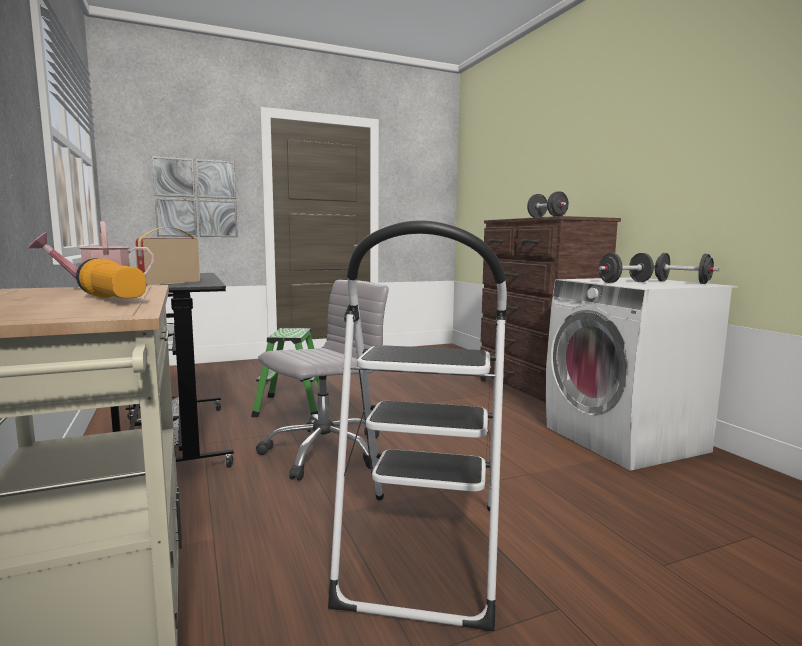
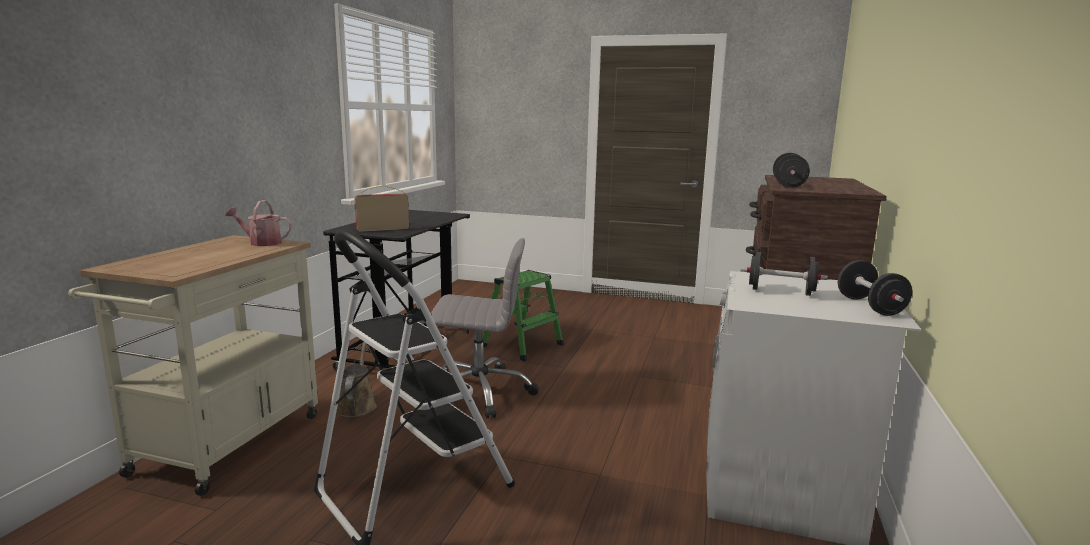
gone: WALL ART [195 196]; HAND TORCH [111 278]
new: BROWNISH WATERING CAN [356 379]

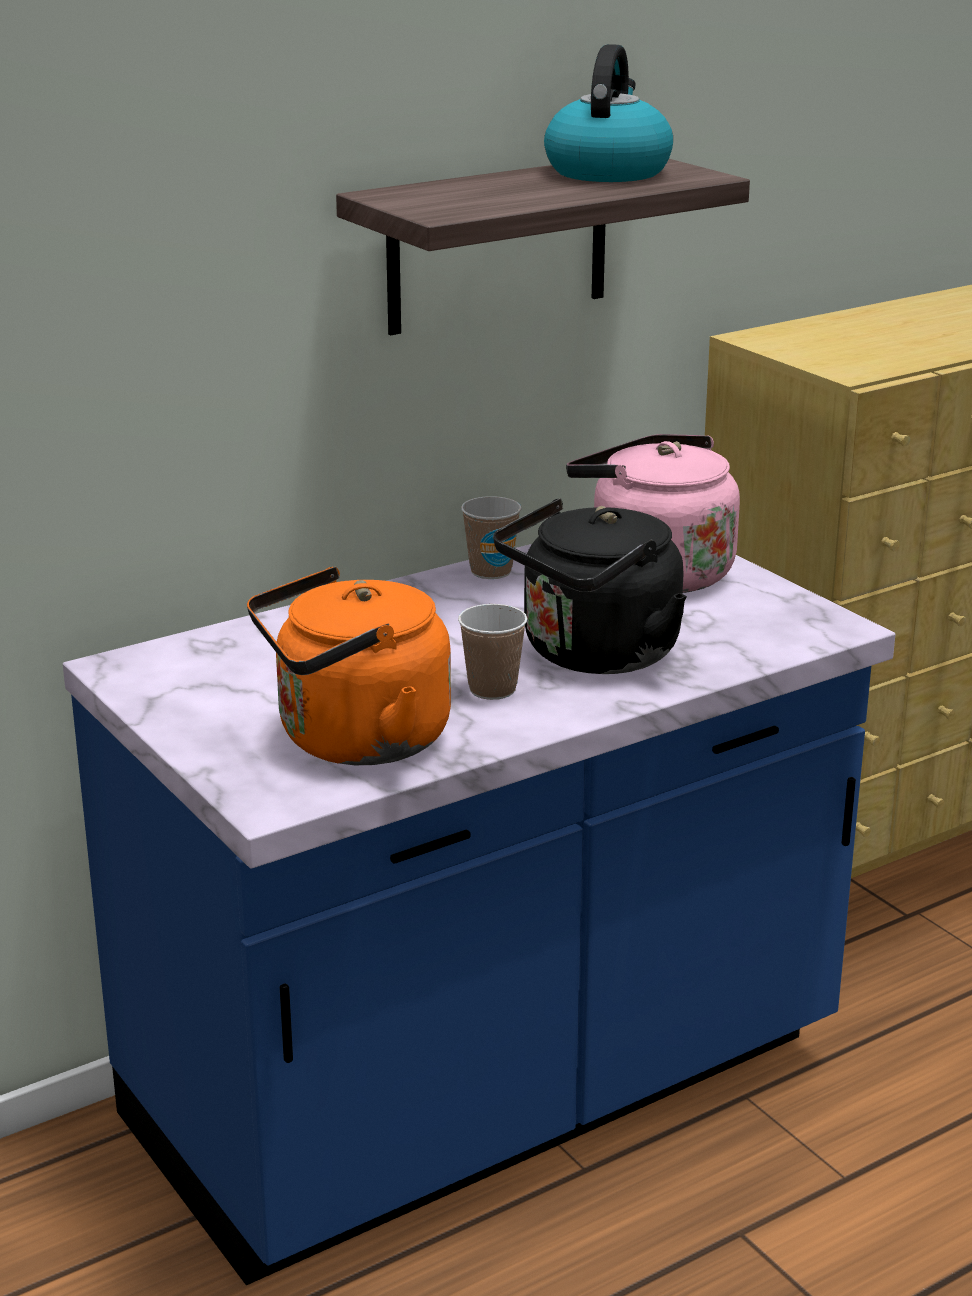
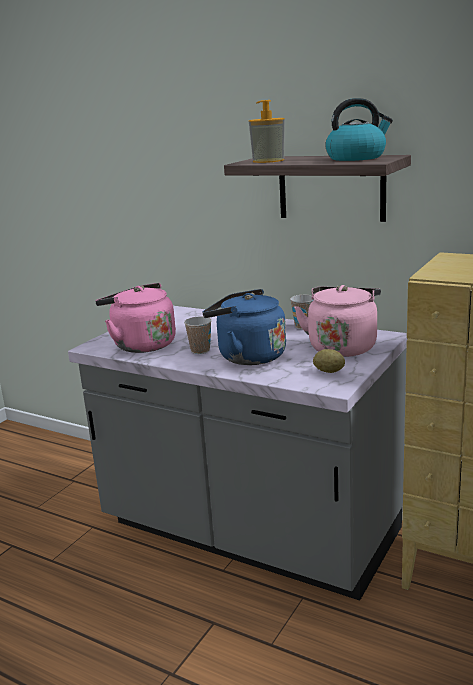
new: LIQUID SOAP BOTTLE [267 131]; WHOLE POTATO [329 361]
repainted: BLACK KETTLE [590 586] to BLUE-COLOURED KETTLE [244 327]; BLUE-COLOURED COUNTER [479 914] to GREYISH COUNTER [238 453]; ORANGE-COLOURED KETTLE [349 666] to PINKISH KETTLE [135 318]

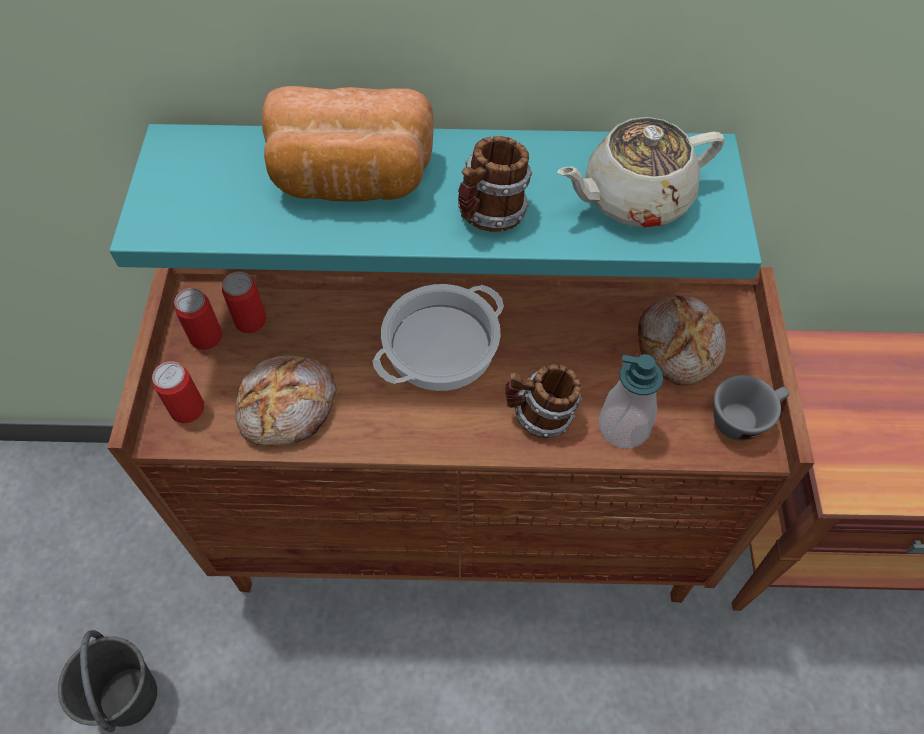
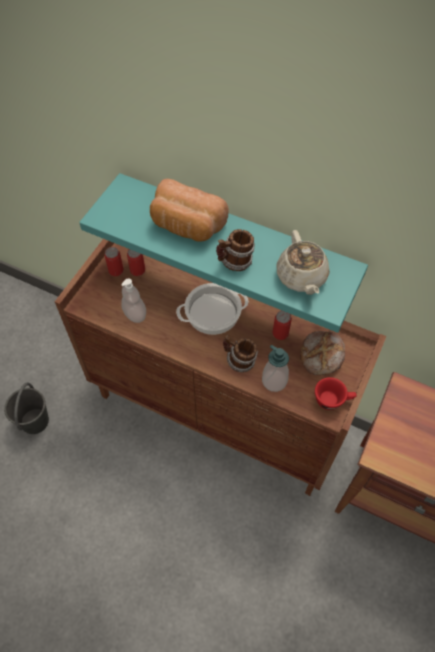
shifted: CAN [178 392] to [282 325]
swapped: BAKED BREAD [286 400] to LIQUID SOAP BOTTLE [133 300]
repainted: GREYISH SMALL CUP [751 408] to REDDISH SMALL CUP [336 393]
rotated: BEIGE-COLOURED TEA POT [640 172] = [302 262] 105 degrees counterclockwise

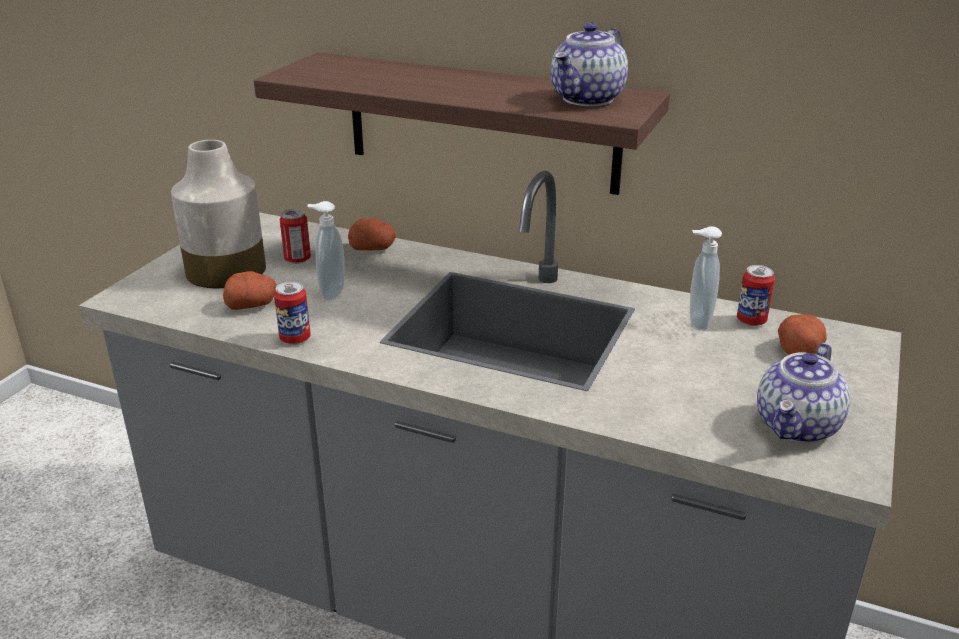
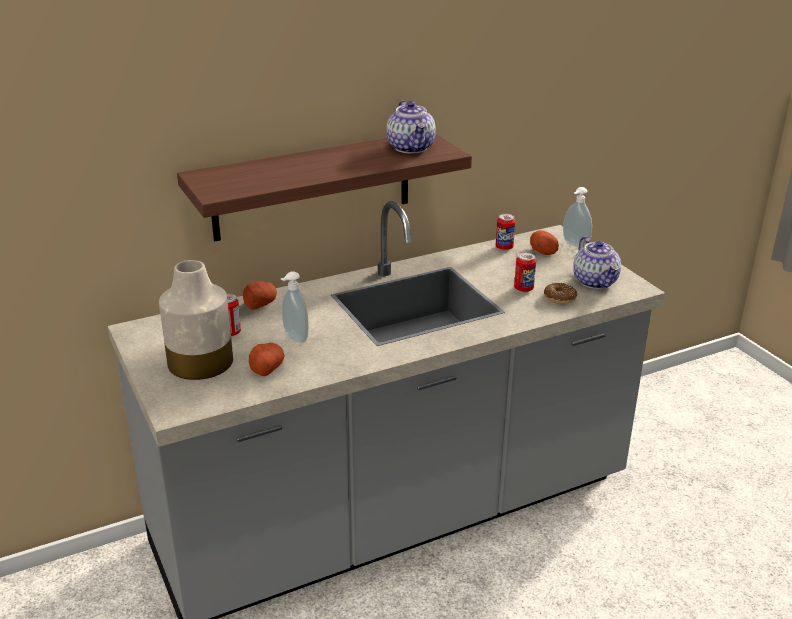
new: DOUGHNUT [560 293]
shifted: LIQUID SOAP BOTTLE [706 278] to [577 217]; CAN [292 313] to [525 272]

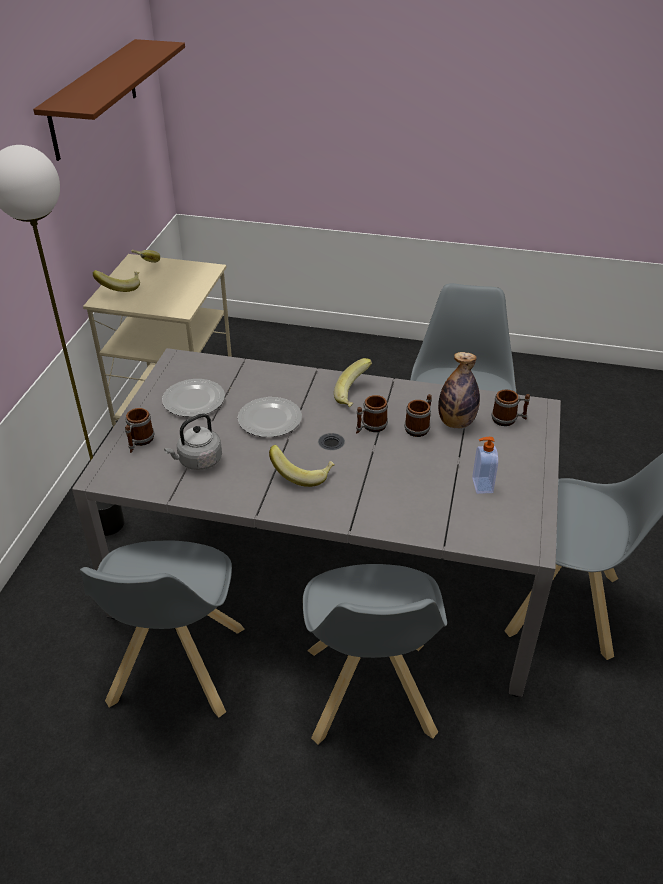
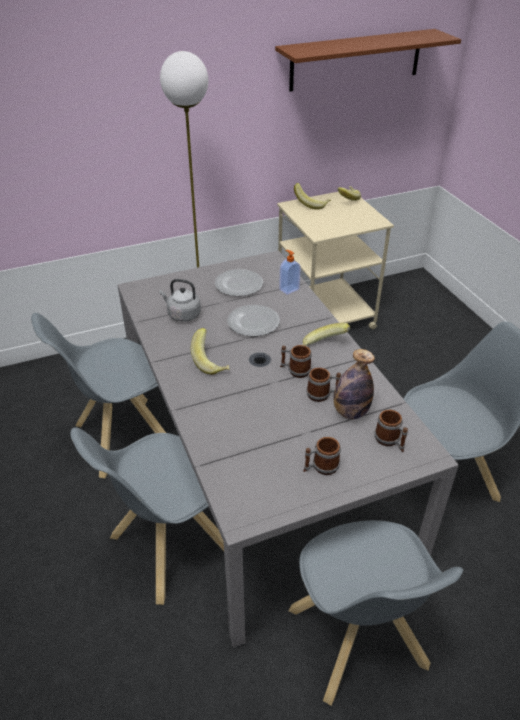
shifted: MUG [140 430] to [322 456]; LIQUID SOAP BOTTLE [485 465] to [290 272]

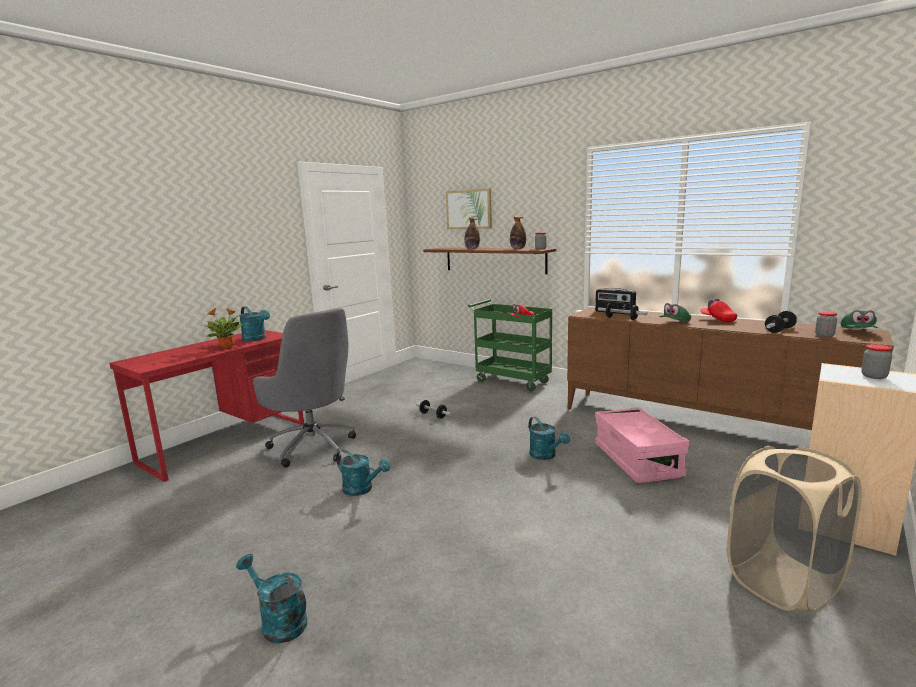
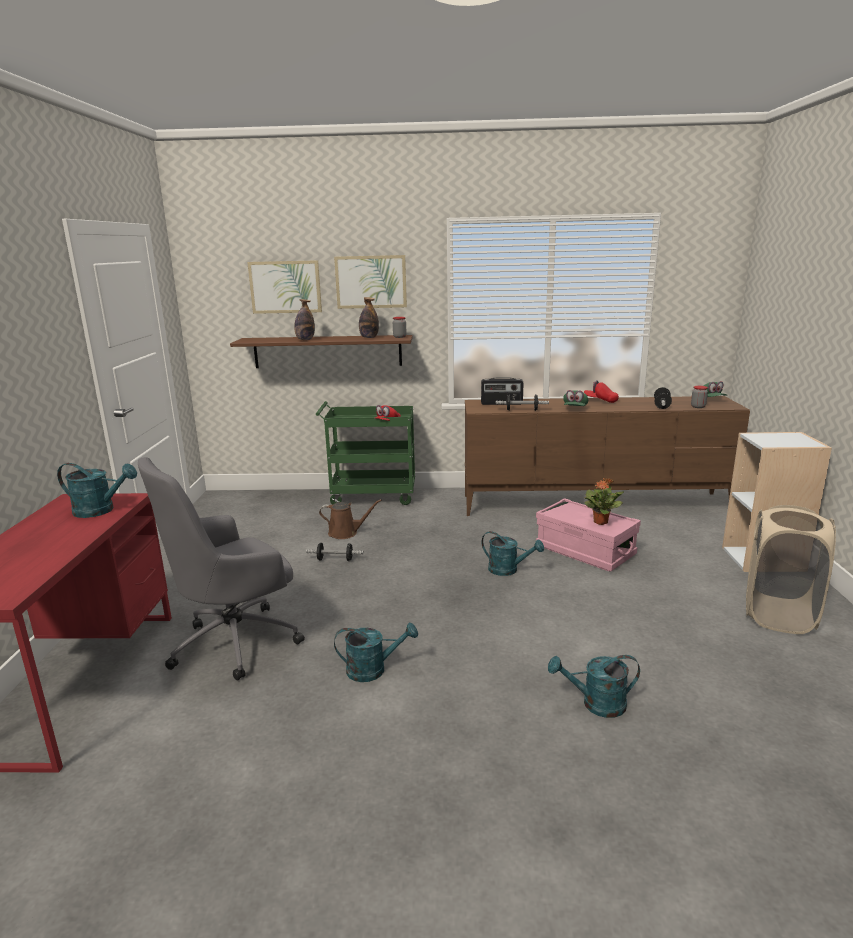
gone: JAR [876 361]
new: WALL ART [370 282]; BROWNISH WATERING CAN [350 519]
shifted: PLANT IN A POT [224 328] to [604 501]; TURQUOISE-COLOURED WATERING CAN [272 598] to [594 686]
rotated: GREYISH OFFICE CHAIR [304 387] = [221 568] 135 degrees clockwise

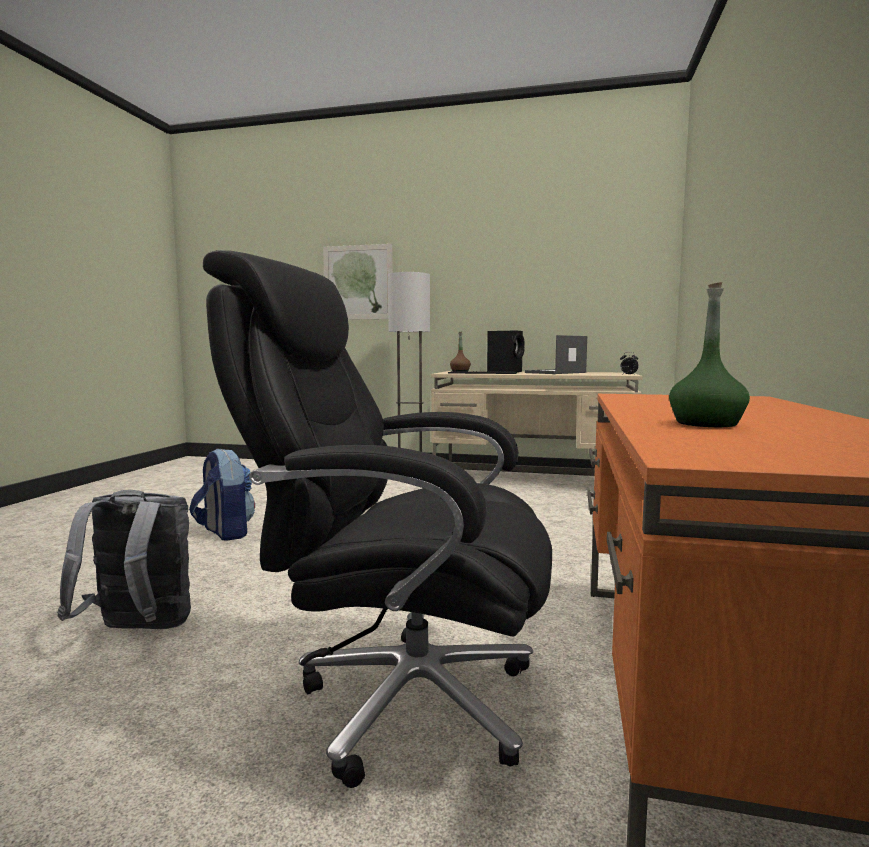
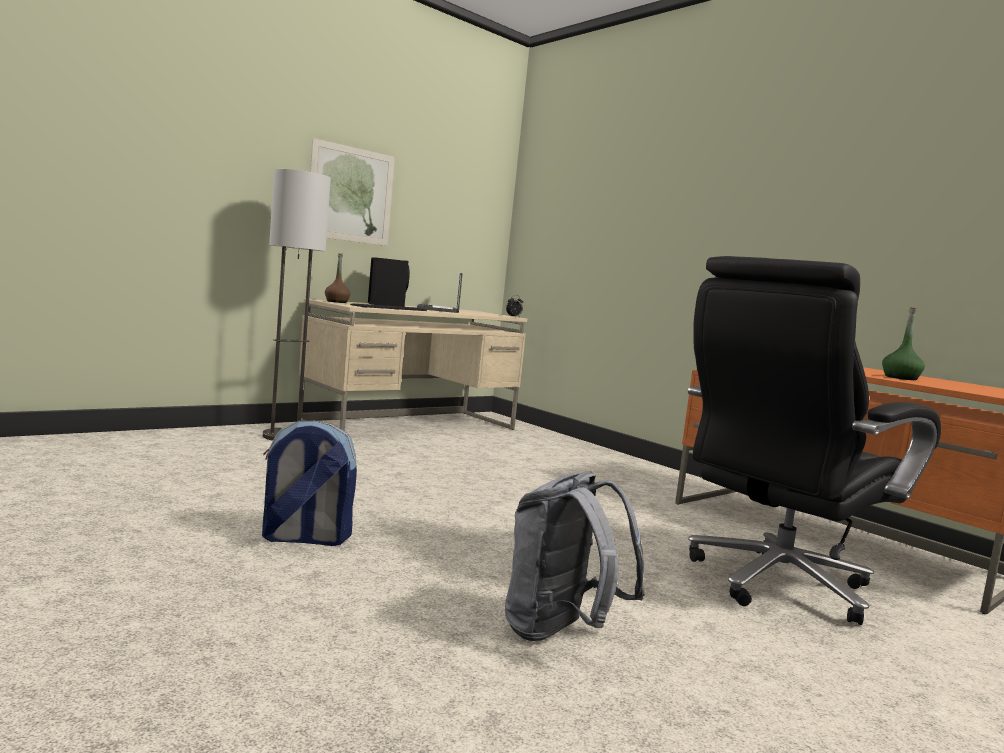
shifted: WALL ART [358 282] to [352 192]

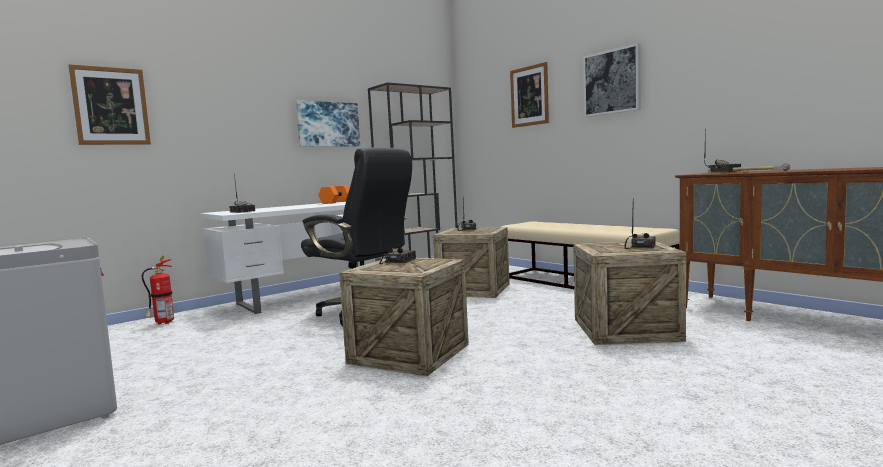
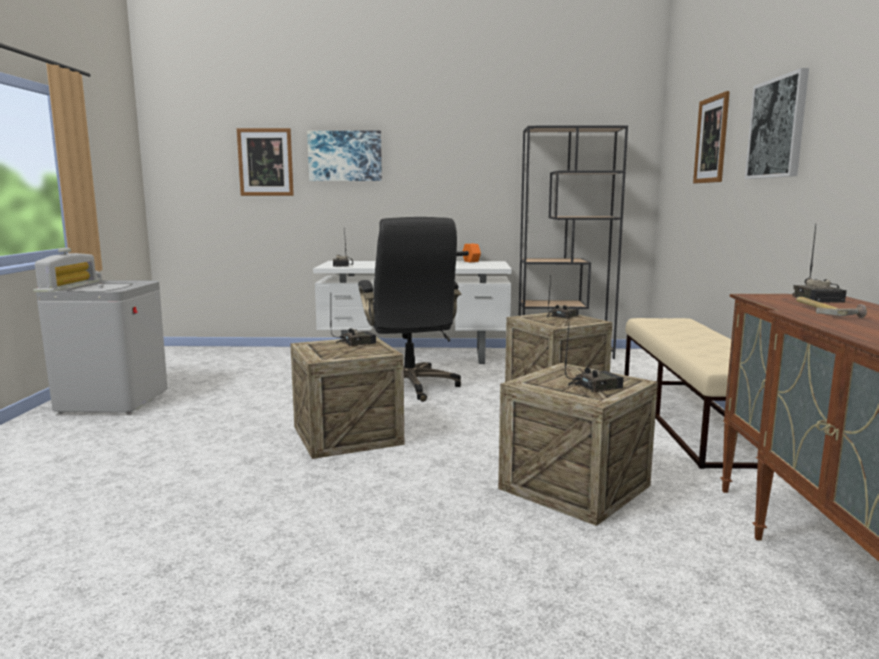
gone: FIRE-FIGHTING CYLINDER [158 290]
shifted: WALL ART [328 123] to [344 156]

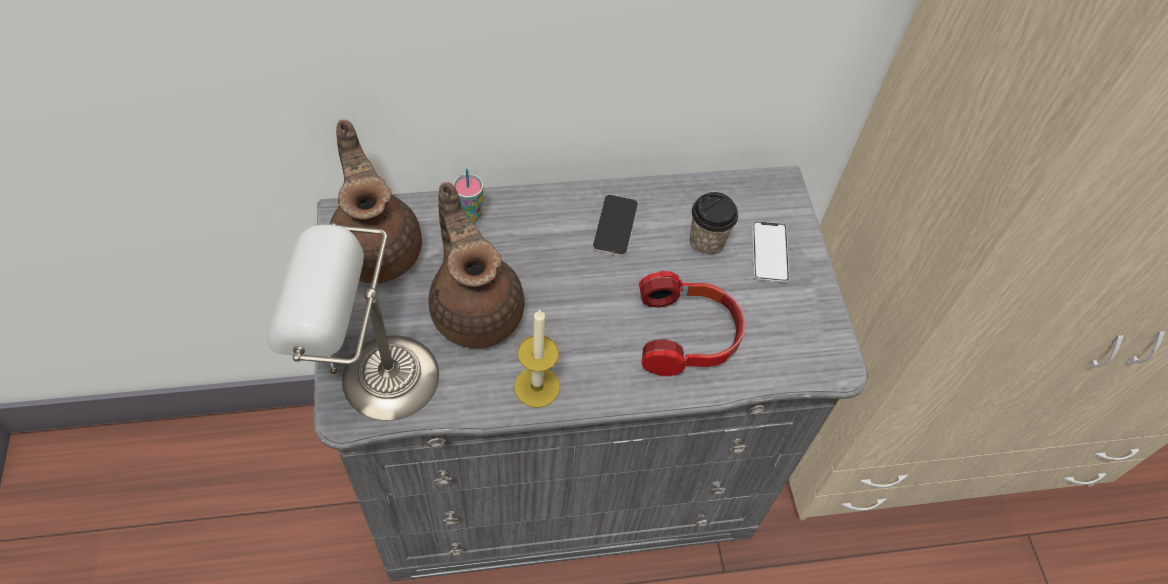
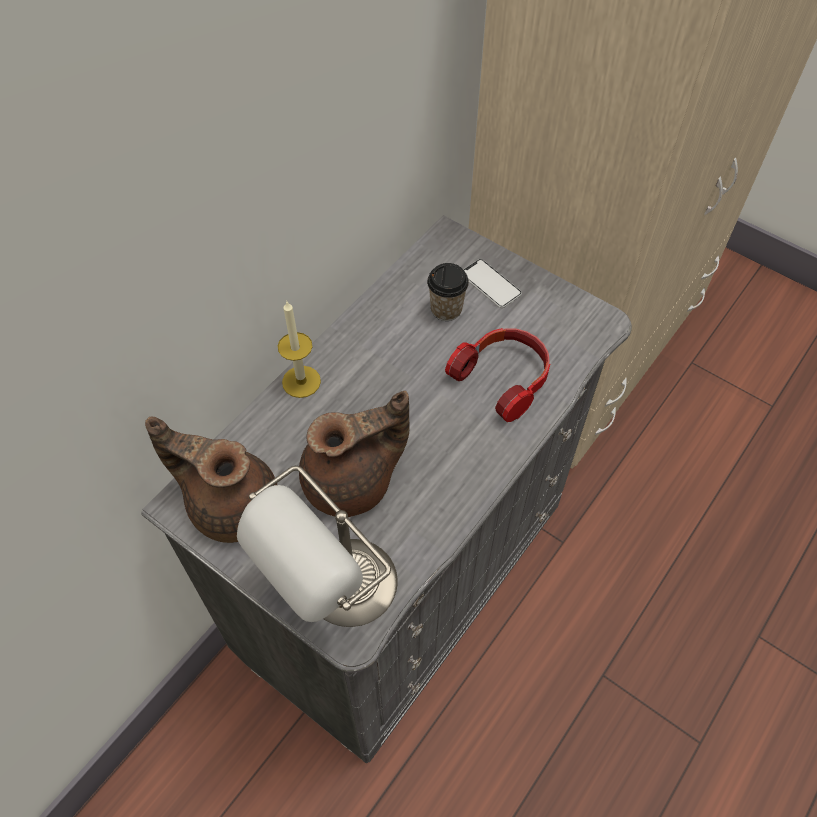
gone: SMALL CUP [468 195]; PHONE [615 225]
shifted: CANDLE [537 358] to [299 349]
rotated: BROWNISH TEA POT [476 265] = [354 454] 135 degrees clockwise

